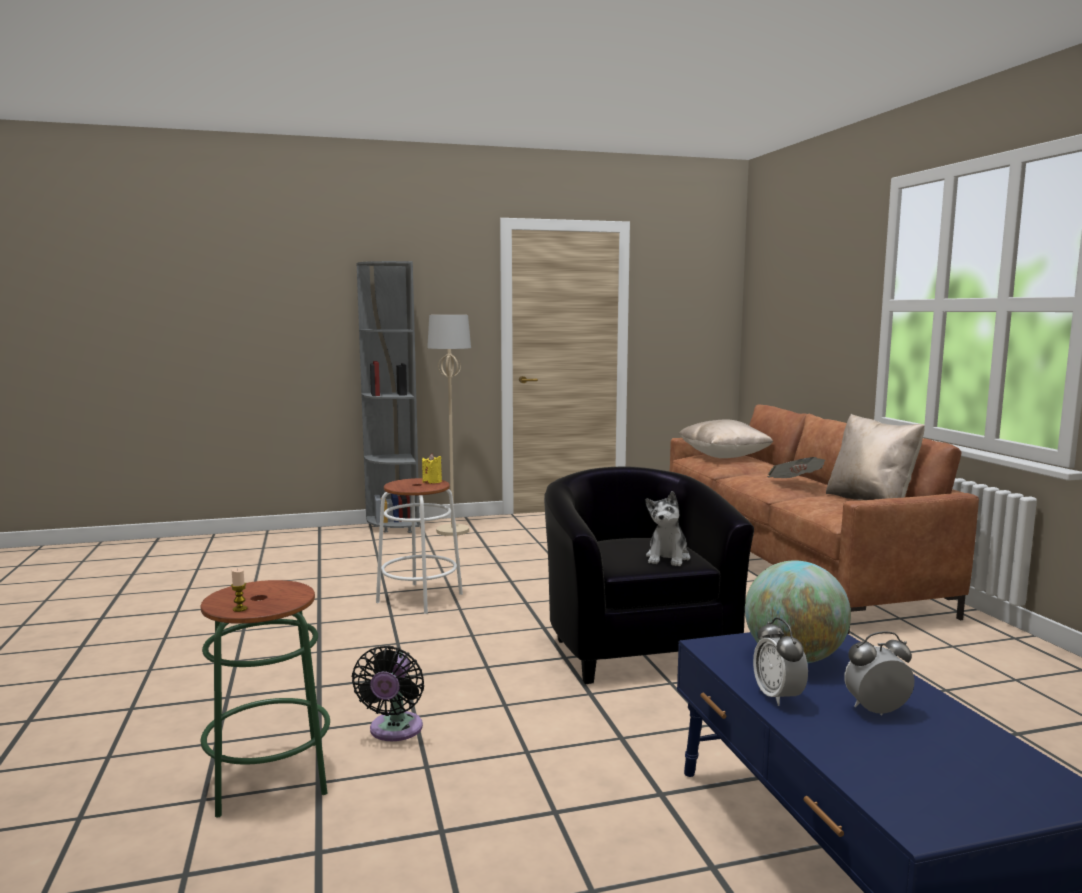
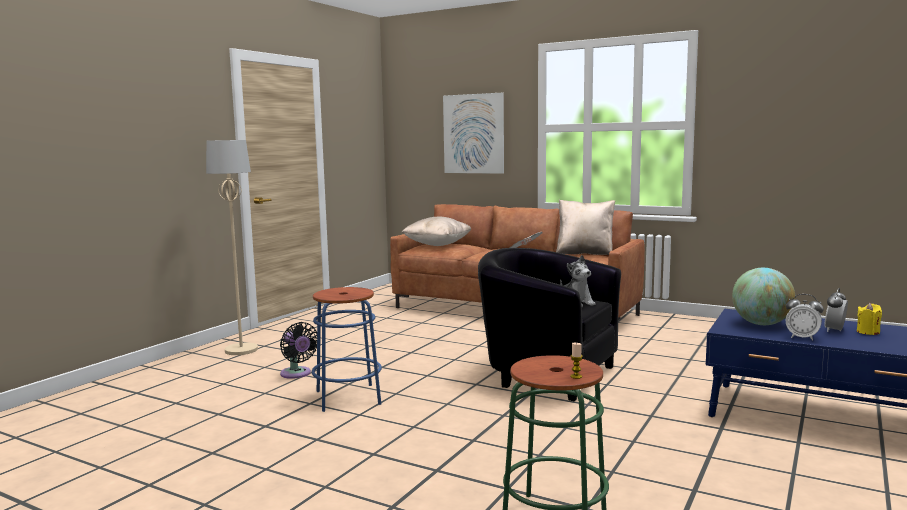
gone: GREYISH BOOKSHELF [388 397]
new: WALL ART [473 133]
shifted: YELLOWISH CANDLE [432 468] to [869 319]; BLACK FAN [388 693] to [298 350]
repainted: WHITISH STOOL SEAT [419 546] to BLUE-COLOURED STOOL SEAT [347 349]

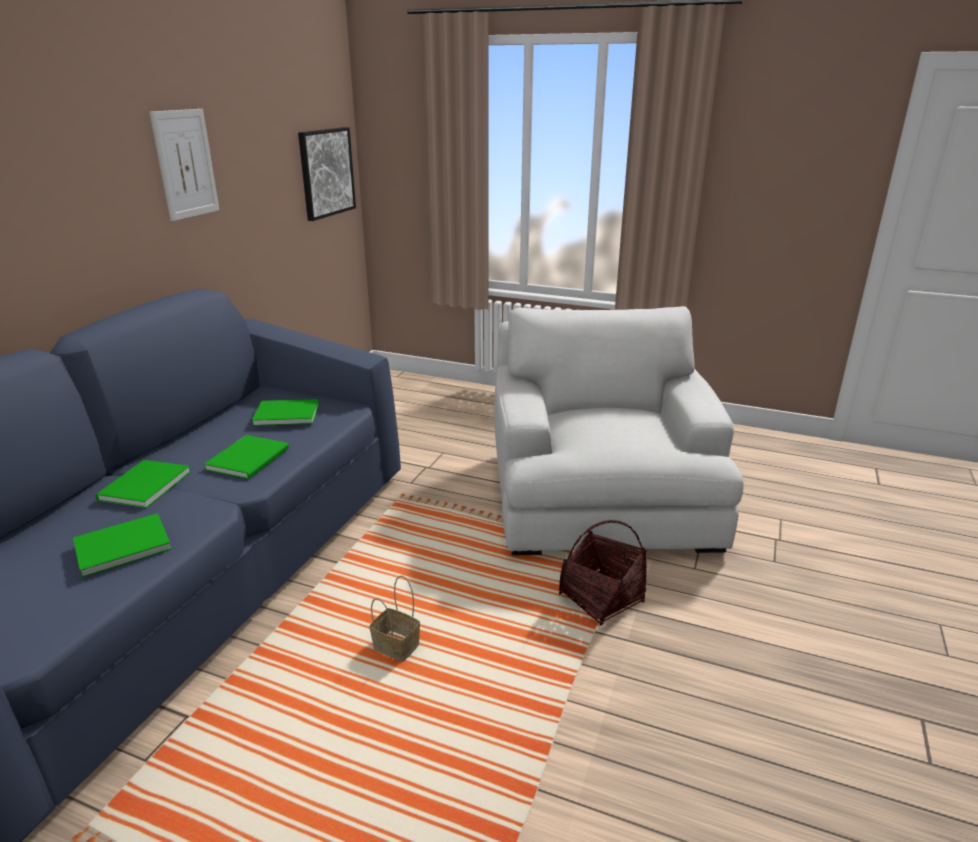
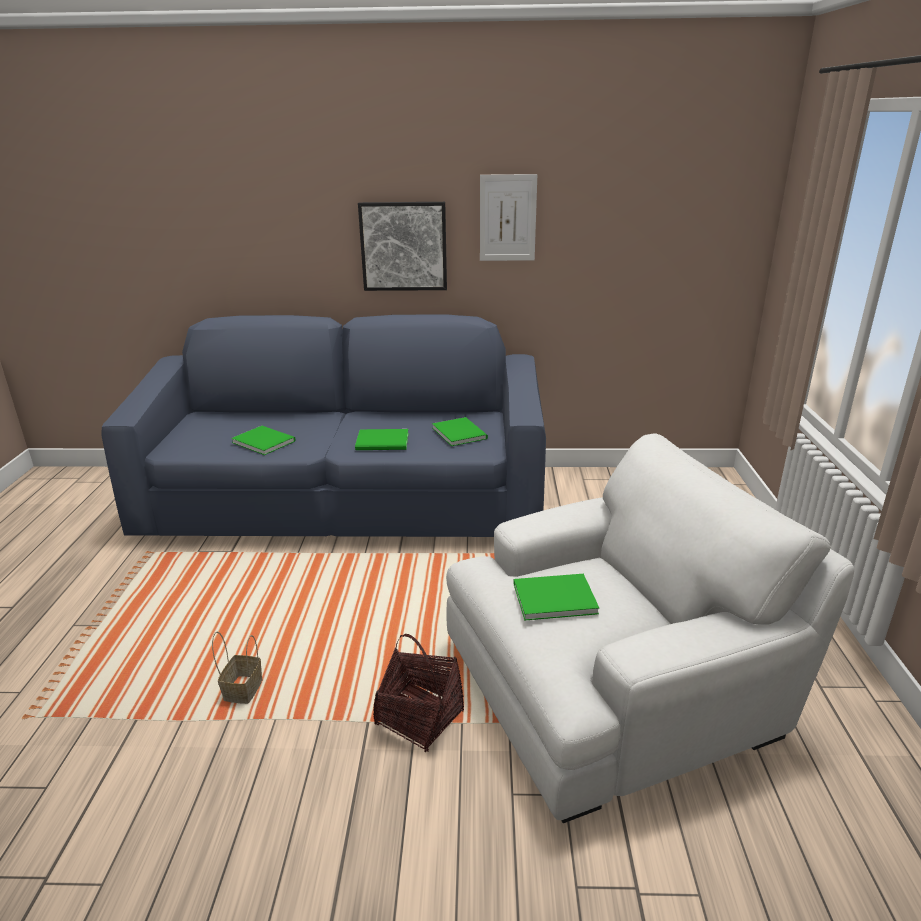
shifted: WALL ART [327 174] to [402 246]; GREEN BOUND BOOK [143 484] to [556 597]; STORAGE BASKET [395 619] to [237 667]

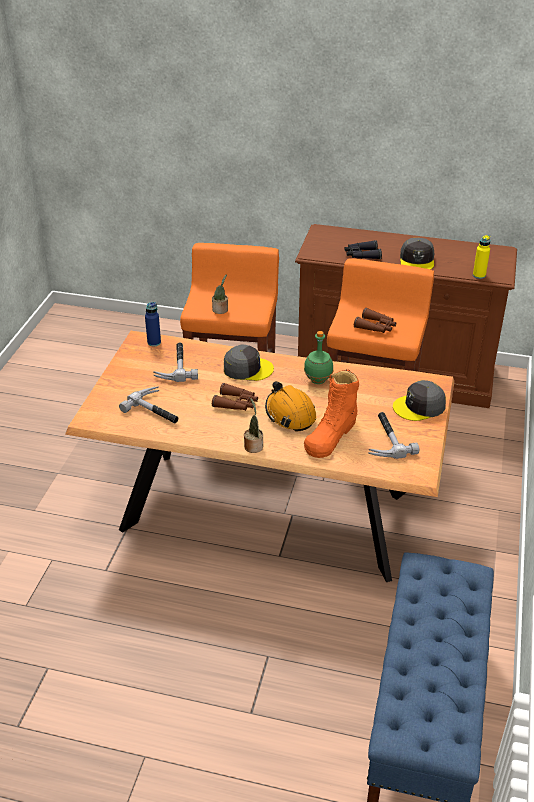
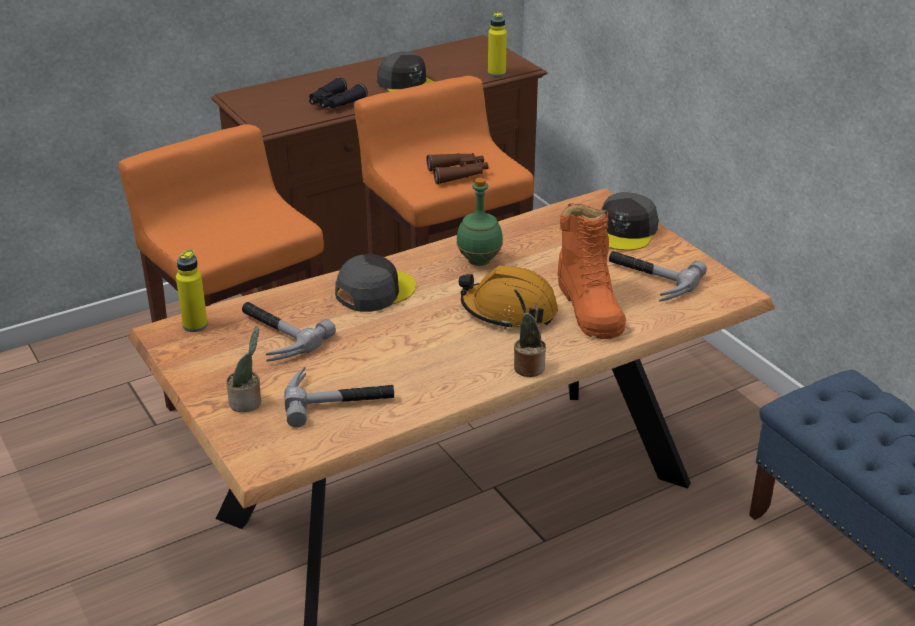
gone: BROWNISH BINOCULARS [235 397]
shifted: PLANT IN A POT [220 294] to [243 369]
repainted: BLUE-COLOURED BEVERAGE BOTTLE [153 324] to YELLOWISH BEVERAGE BOTTLE [192 291]

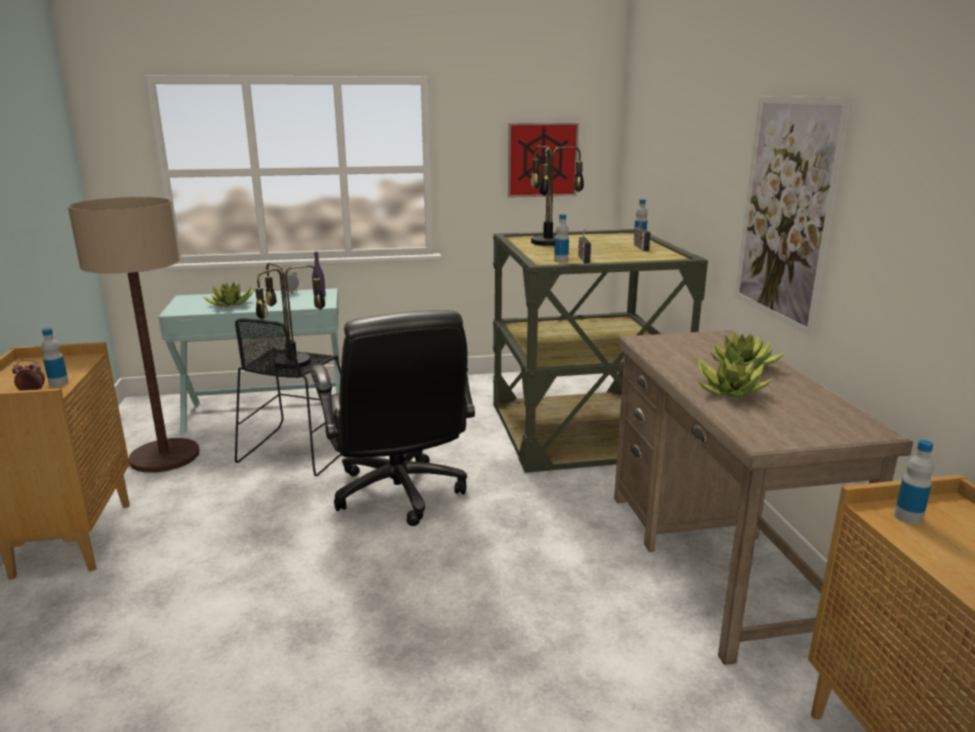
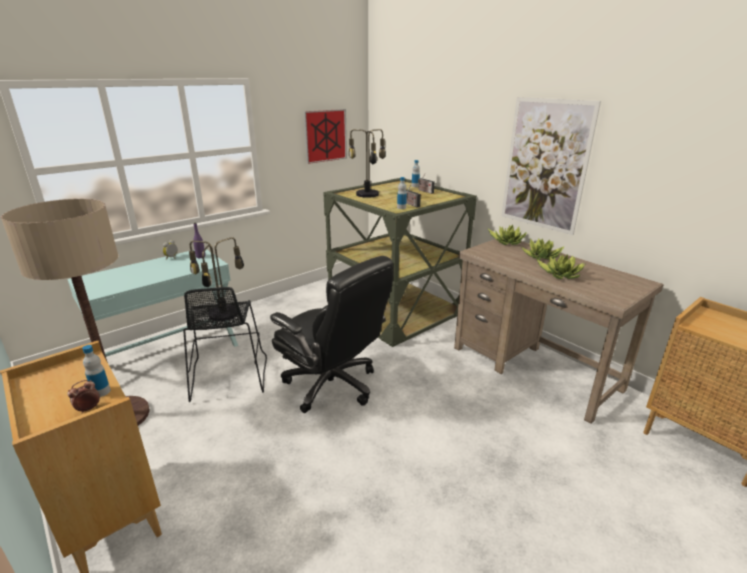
gone: BEVERAGE BOTTLE [914 482]
shifted: PLANT IN A POT [229 294] to [507 235]

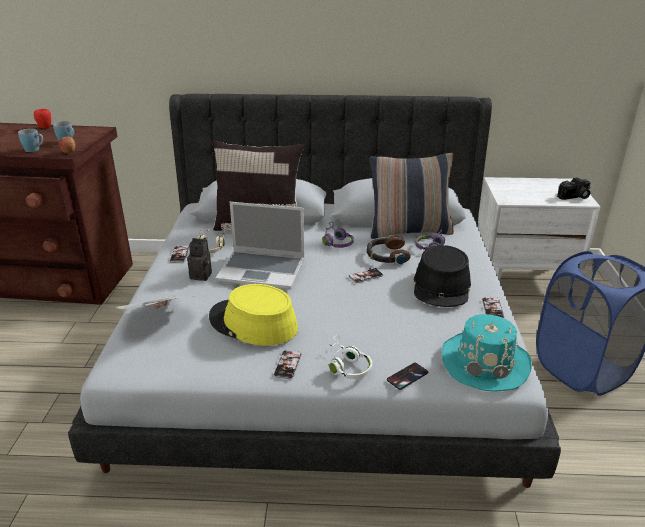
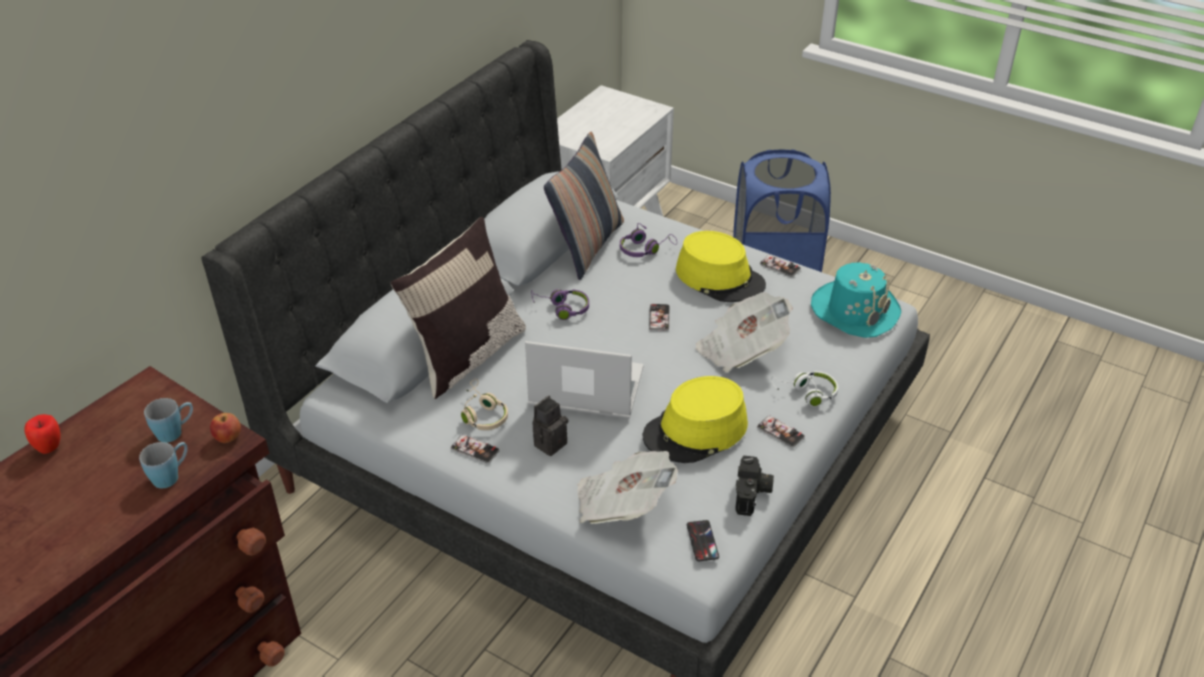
gone: PAIR OF HEADPHONES [388 250]
new: NEWSPAPER [744 332]
shifted: PHOTO CAMERA [574 188] to [754 486]; PHONE [407 376] to [703 540]
repainted: BLACK CLOTHING HAT [442 276] to YELLOWISH CLOTHING HAT [721 266]
rotated: PORTABLE COMPUTER [260 246] = [584 380] 120 degrees counterclockwise

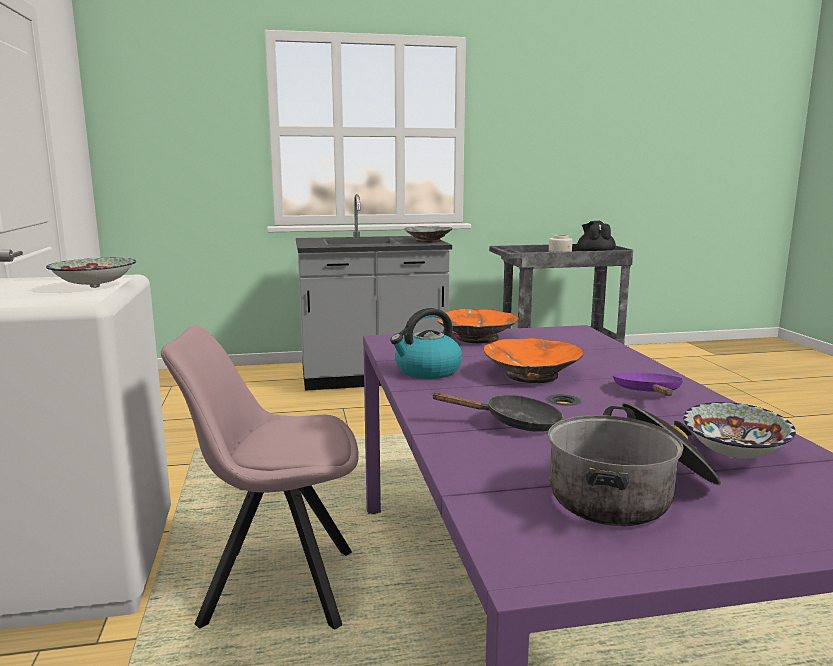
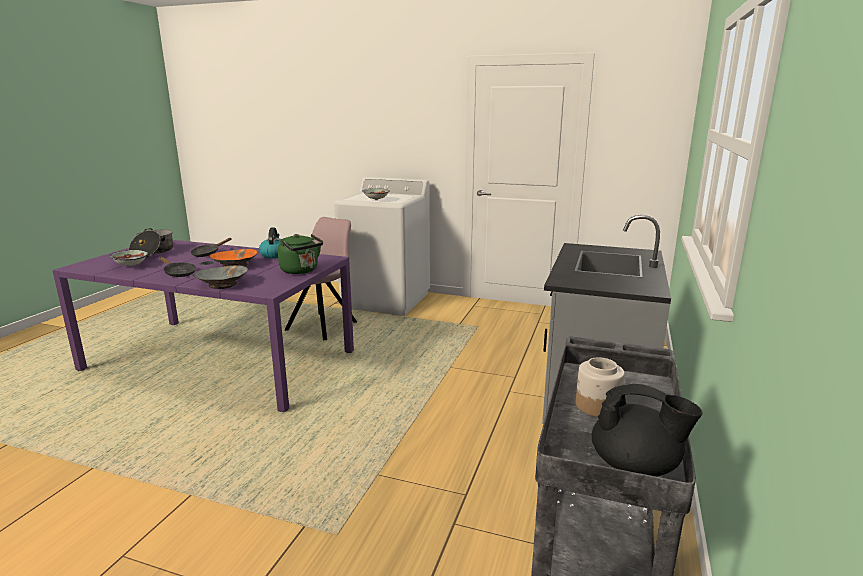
shifted: GREYISH DEEP DISH [429 234] to [221 277]
swapped: ORANGE-COLOURED DEEP DISH [478 326] to GREEN KETTLE [300 254]
repainted: PURPLE SKILLET [648 384] to BLACK SKILLET [177 267]

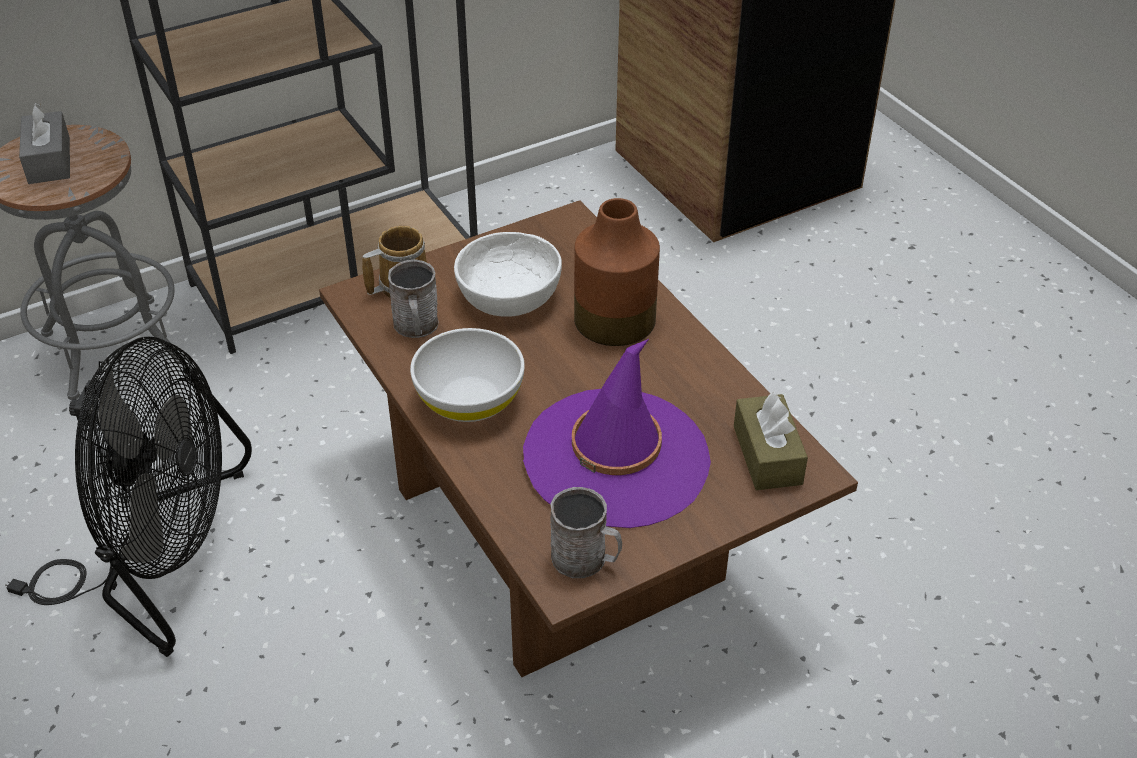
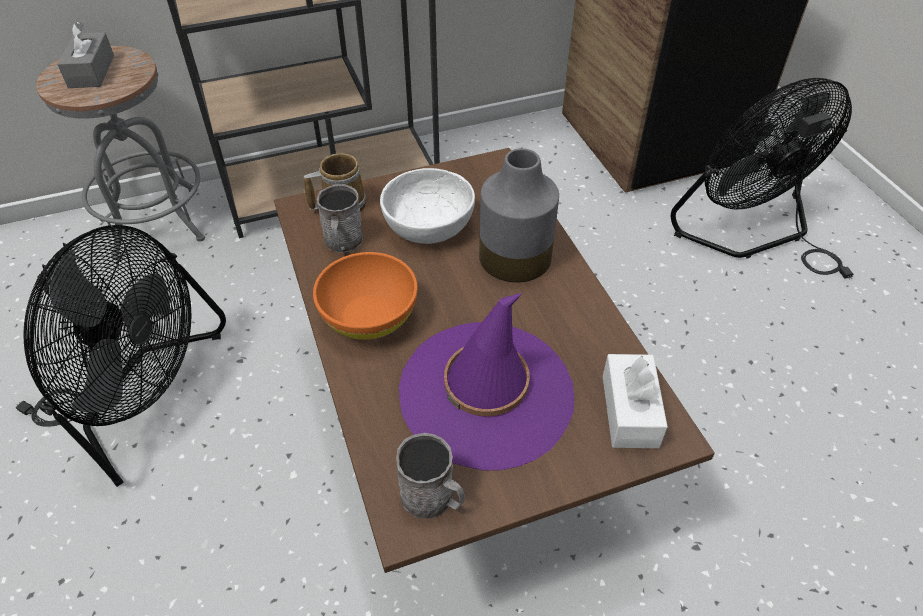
new: BLACK FAN [762 178]
repainted: BROWNISH DECORATIVE VASE [617 272] to GREYISH DECORATIVE VASE [519 215]; WHITISH DEEP DISH [467 375] to ORANGE-COLOURED DEEP DISH [365 296]; BROWNISH TISSUE BOX [771 441] to WHITISH TISSUE BOX [635 401]

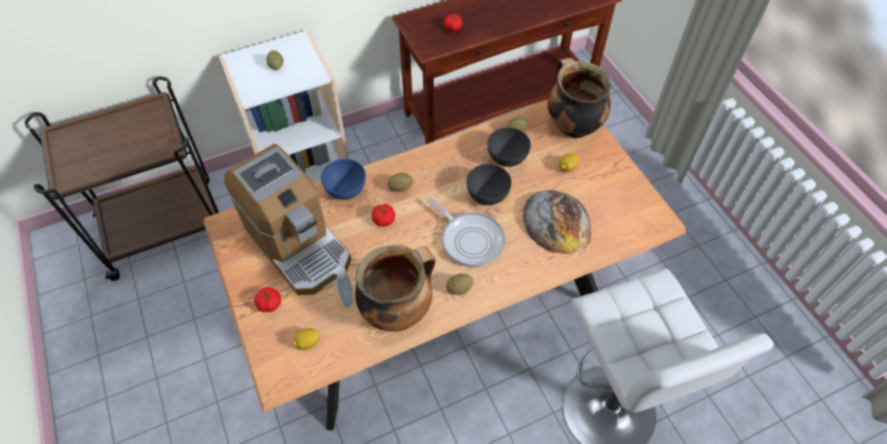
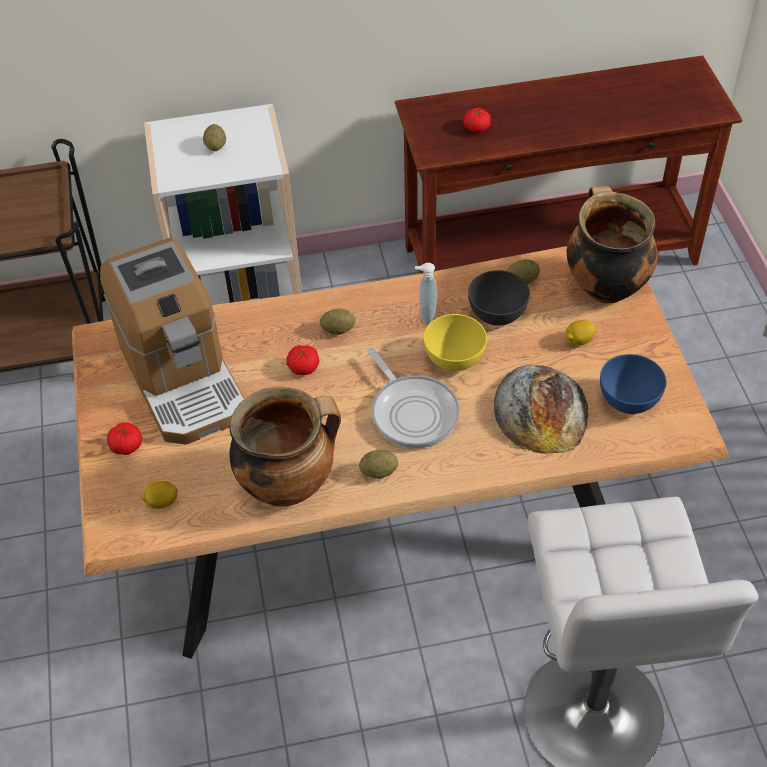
shifted: BLUE-COLOURED DEEP DISH [343 179] to [633 384]; LIQUID SOAP BOTTLE [341 287] to [426 293]
repainted: GREYISH DEEP DISH [489 184] to YELLOWISH DEEP DISH [455 342]

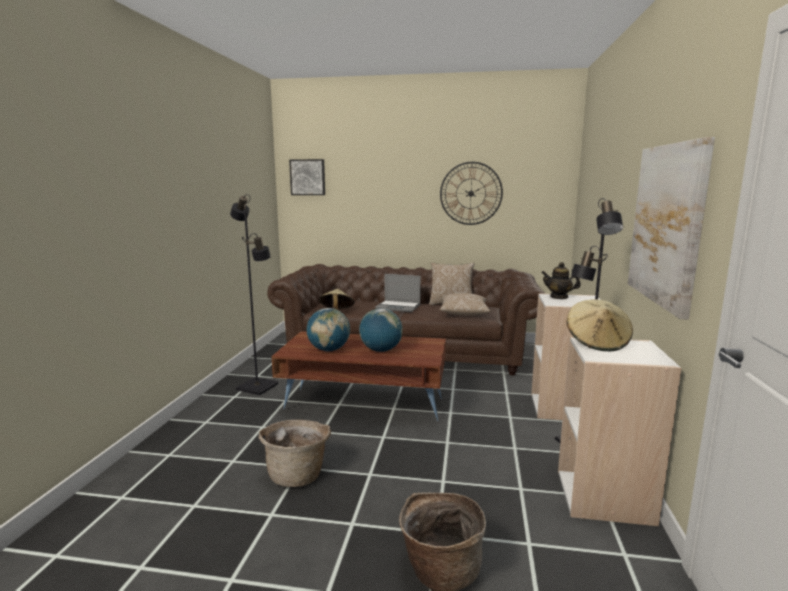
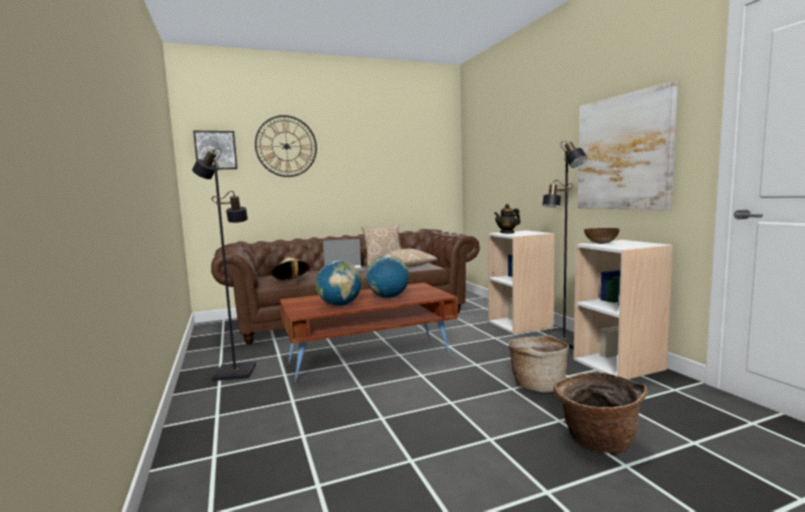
shifted: HANGING CLOCK [471 193] to [286 146]; STORAGE BASKET [294 453] to [538 363]
swapped: BEIGE-COLOURED CLOTHING HAT [599 325] to DEEP DISH [601 236]

